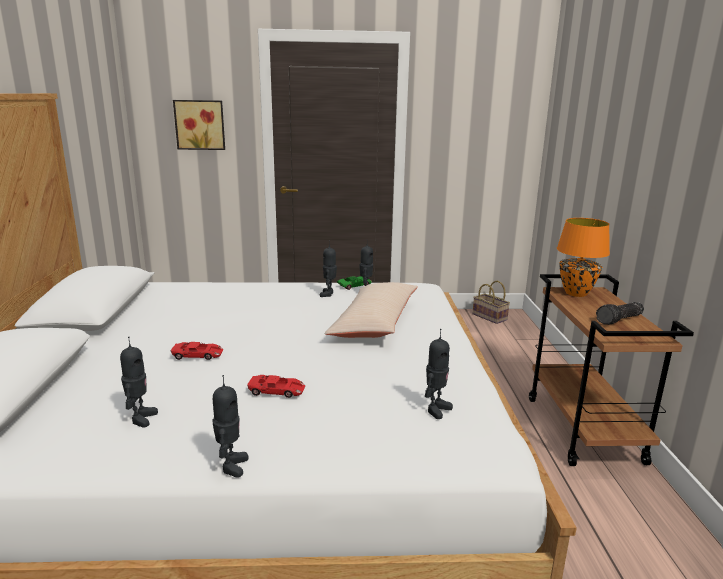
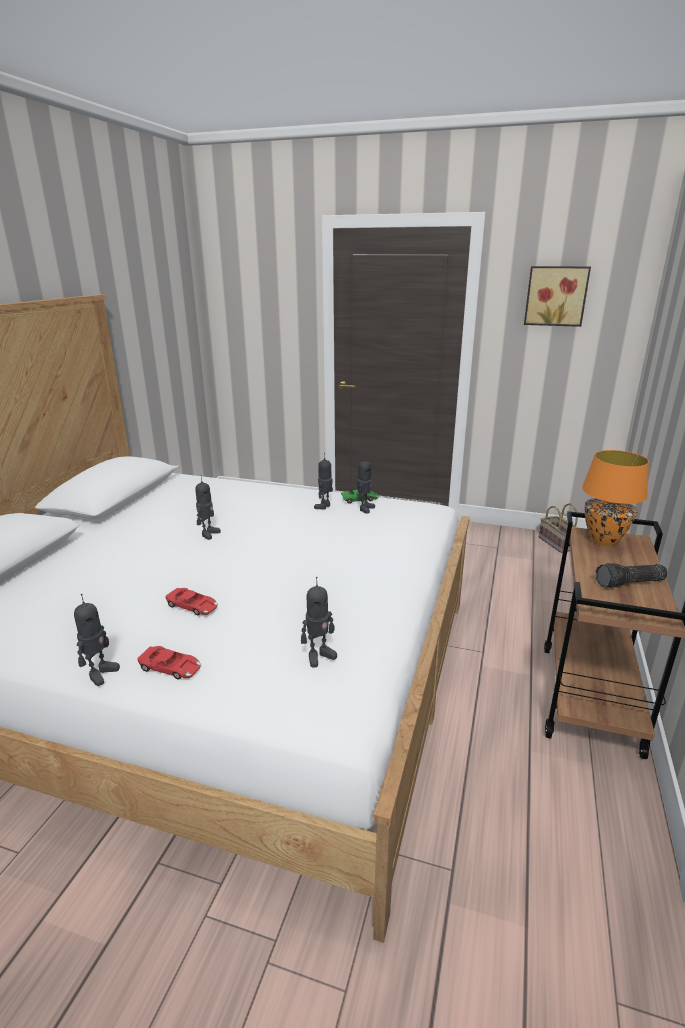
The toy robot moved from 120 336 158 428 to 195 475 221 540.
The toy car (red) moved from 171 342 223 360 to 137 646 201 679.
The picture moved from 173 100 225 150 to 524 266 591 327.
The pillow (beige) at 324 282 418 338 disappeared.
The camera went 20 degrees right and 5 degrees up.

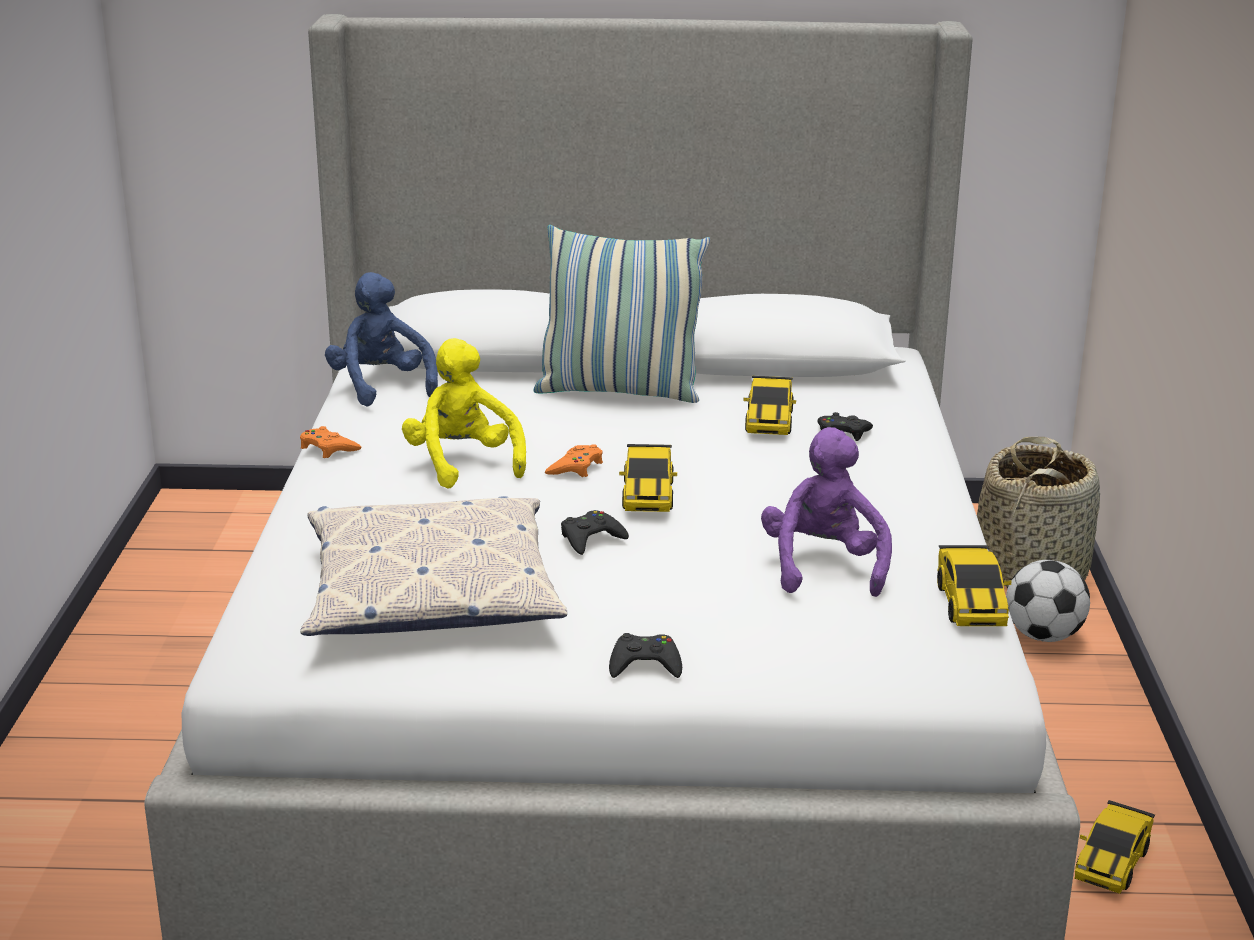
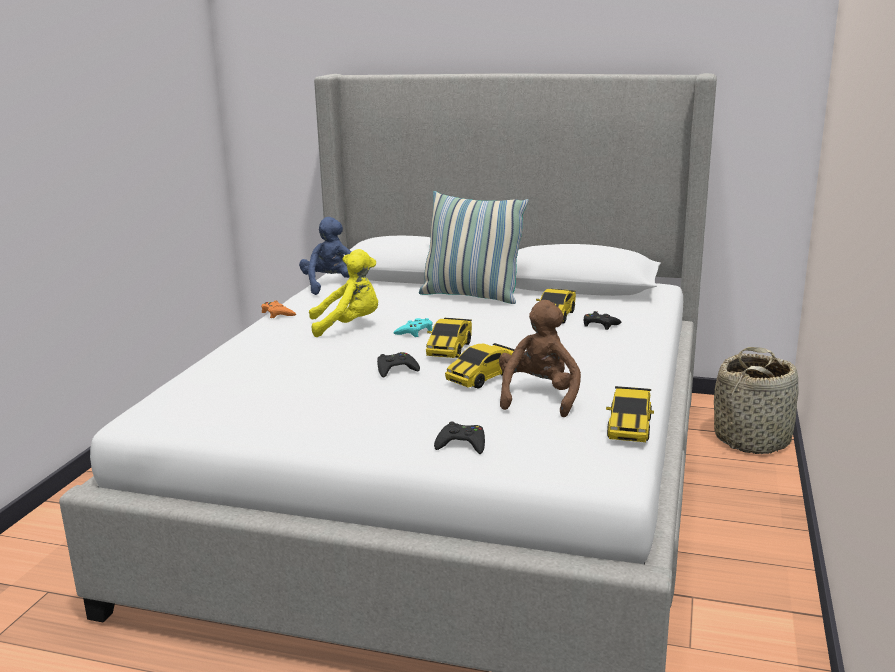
The pillow at 300 496 567 636 disappeared.
The plush toy (yellow) at 402 338 526 489 turned 90 degrees clockwise.
The game controller (orange) at 545 444 603 477 became the game controller (turquoise) at 393 318 433 337.
The game controller (black) moved from 609 633 682 678 to 434 422 485 454.
The plush toy (purple) at 761 427 892 597 became the plush toy (brown) at 499 300 581 418.
The football at 1006 560 1090 642 disappeared.
The toy car moved from 1074 800 1155 894 to 445 343 515 388.
The camera went 15 degrees right and 5 degrees down.

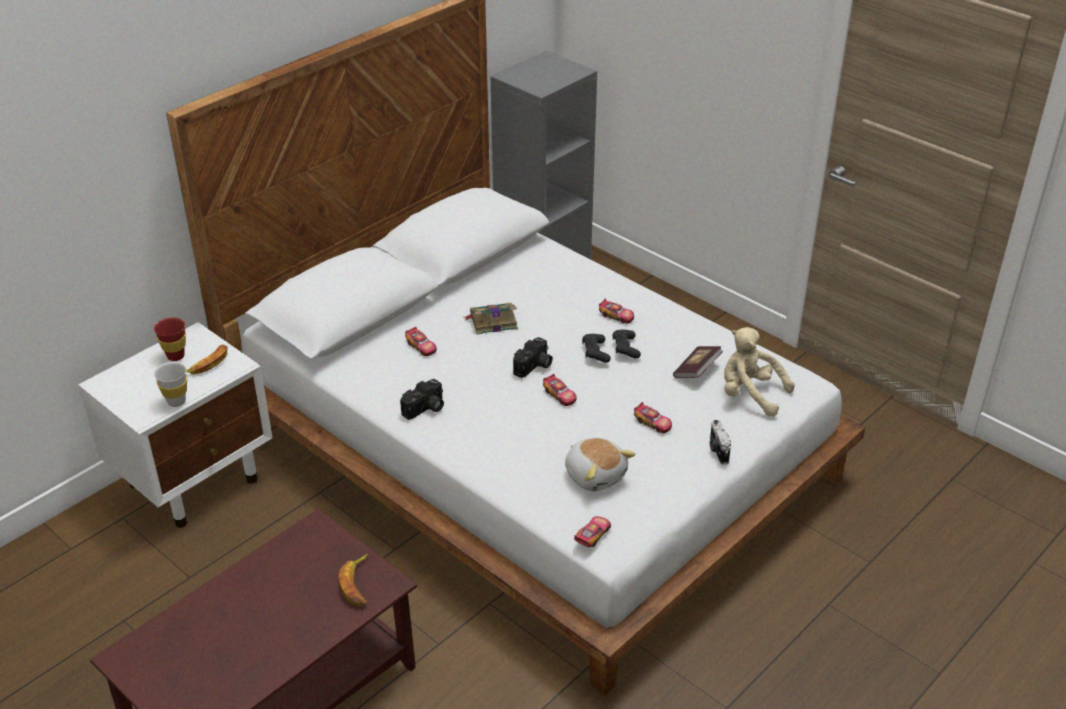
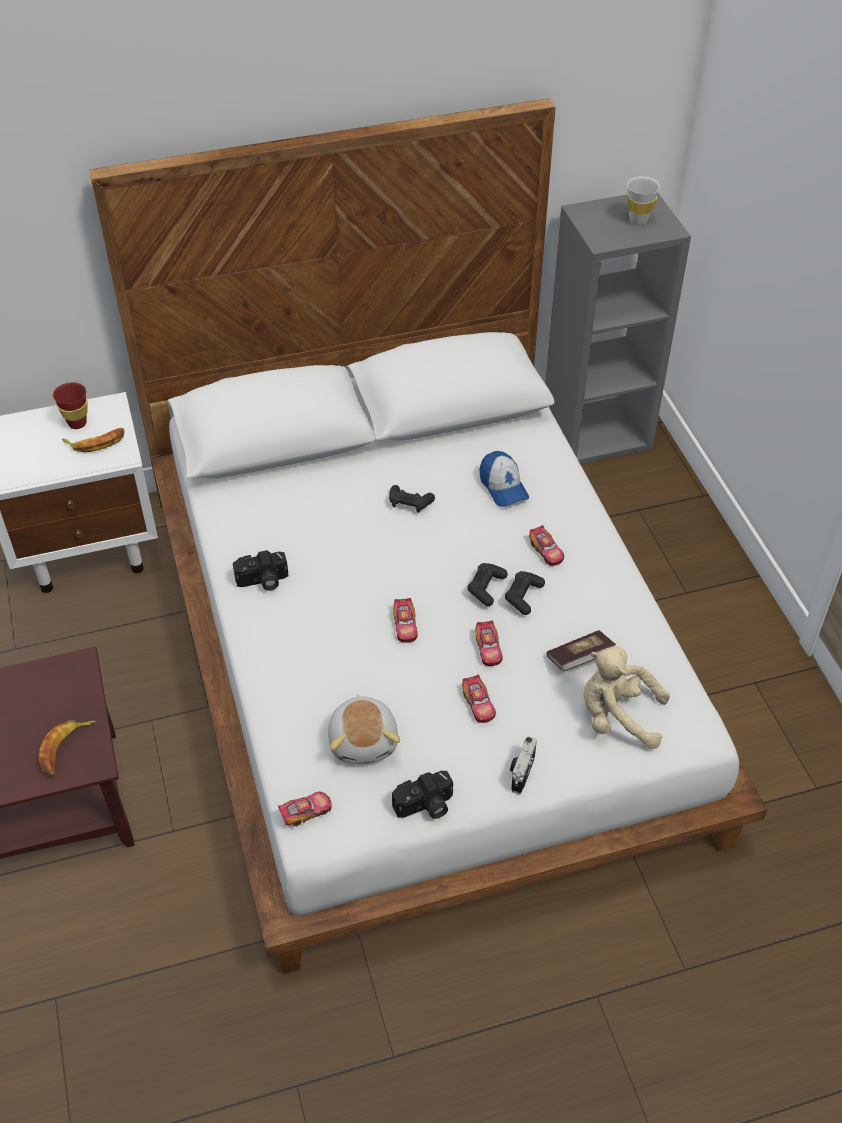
The cup (white) moved from 154 362 187 407 to 627 176 660 225.
The toy car moved from 405 327 437 356 to 475 621 503 666.
The book at 464 302 518 334 was replaced by the game controller (black) at 389 485 435 513.
The photo camera moved from 513 337 553 378 to 392 771 453 819.
The plush toy (beige) at 724 327 795 417 turned 45 degrees counterclockwise.
The cap at 480 451 529 507 appeared.
The camera went 30 degrees right and 10 degrees up.

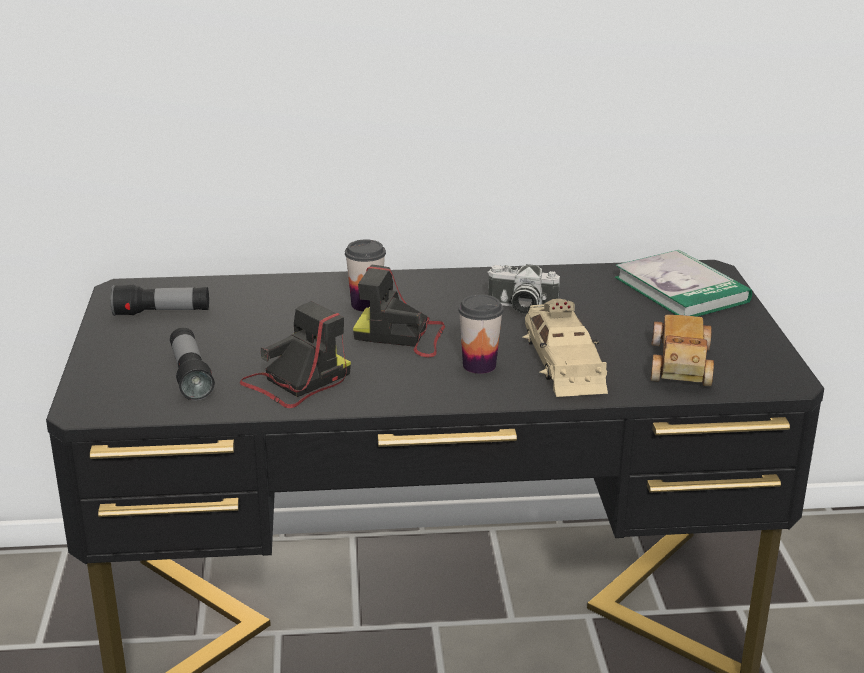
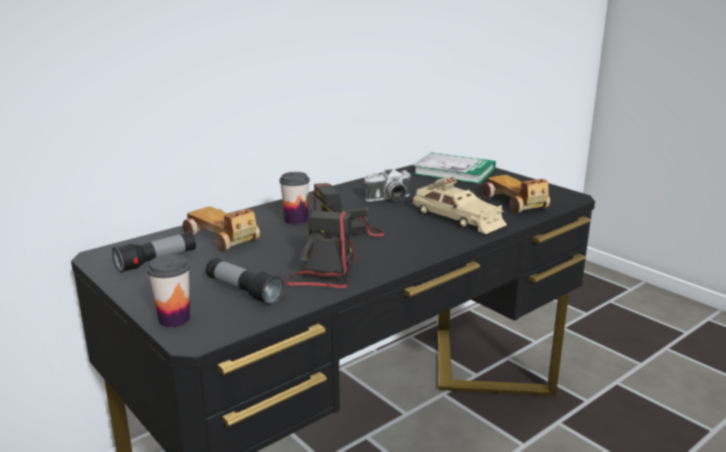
The cup moved from 458 294 503 374 to 147 254 190 327.
The toy car at 183 206 260 252 appeared.
The camera went 35 degrees left and 5 degrees down.

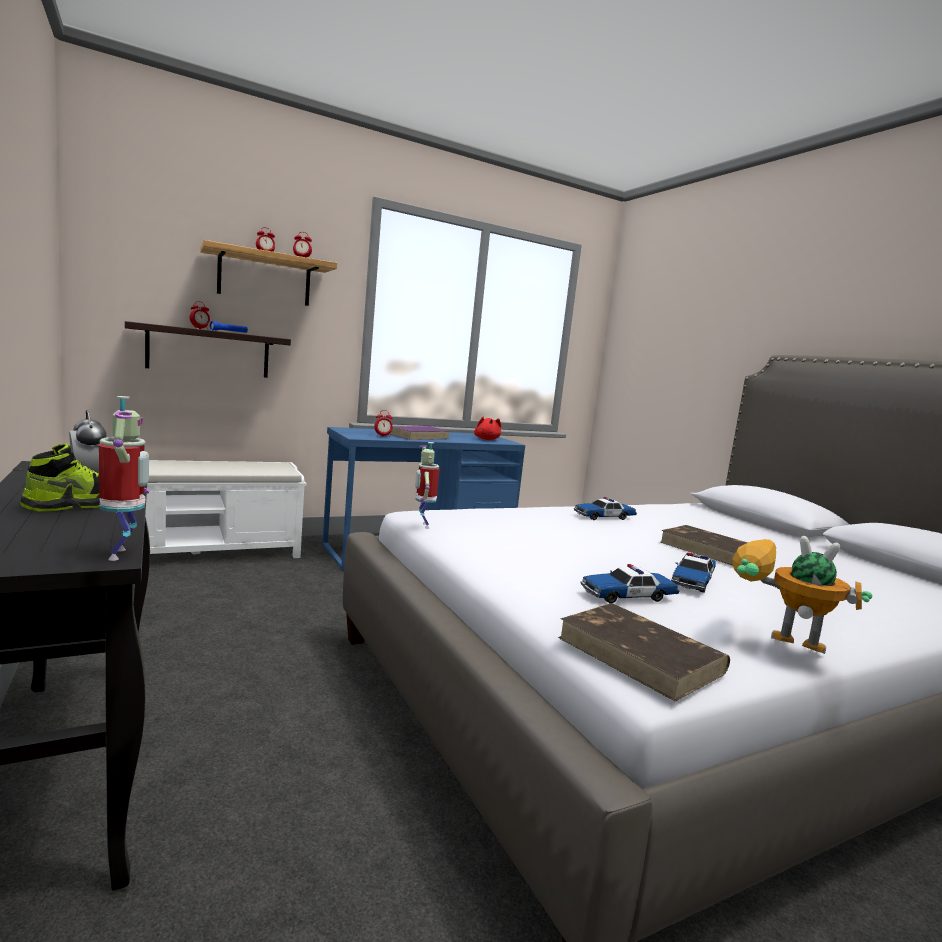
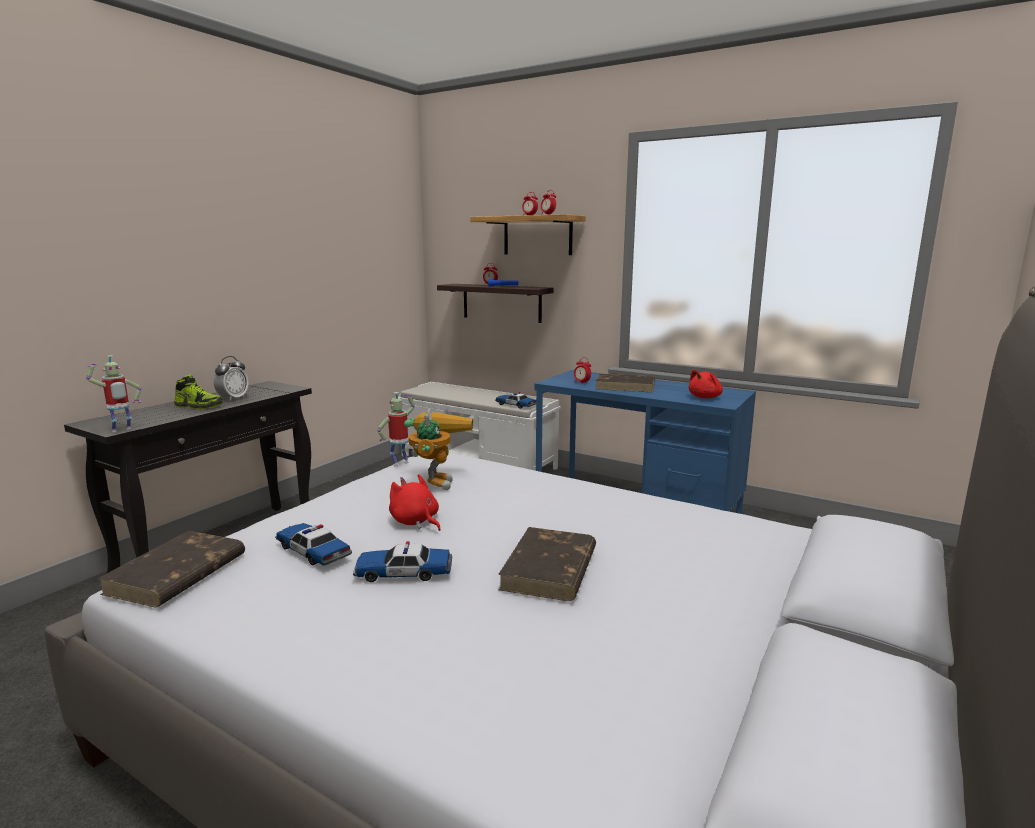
The book (purple) at 389 426 449 440 became the book (brown) at 595 374 655 392.
The toy car moved from 574 497 637 520 to 495 392 536 409.
The toy robot moved from 732 536 872 654 to 404 409 473 490.
The plush toy (red) at 389 474 441 531 appeared.
The camera went 60 degrees right and 5 degrees up.

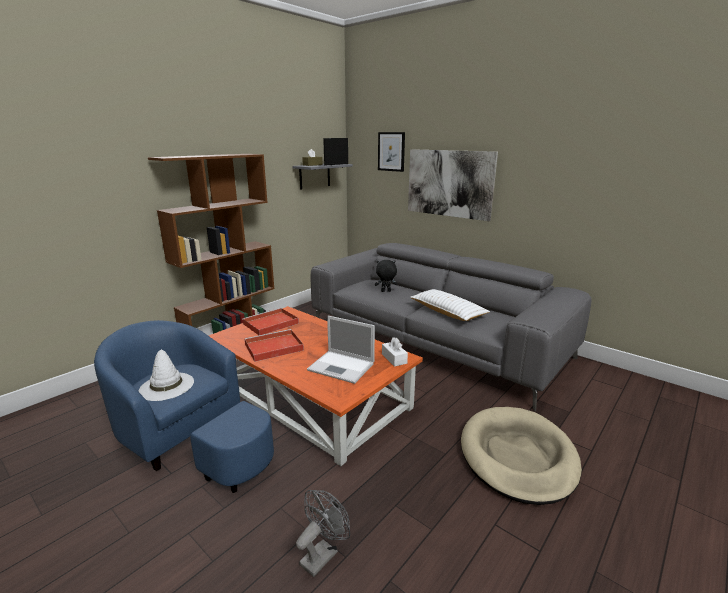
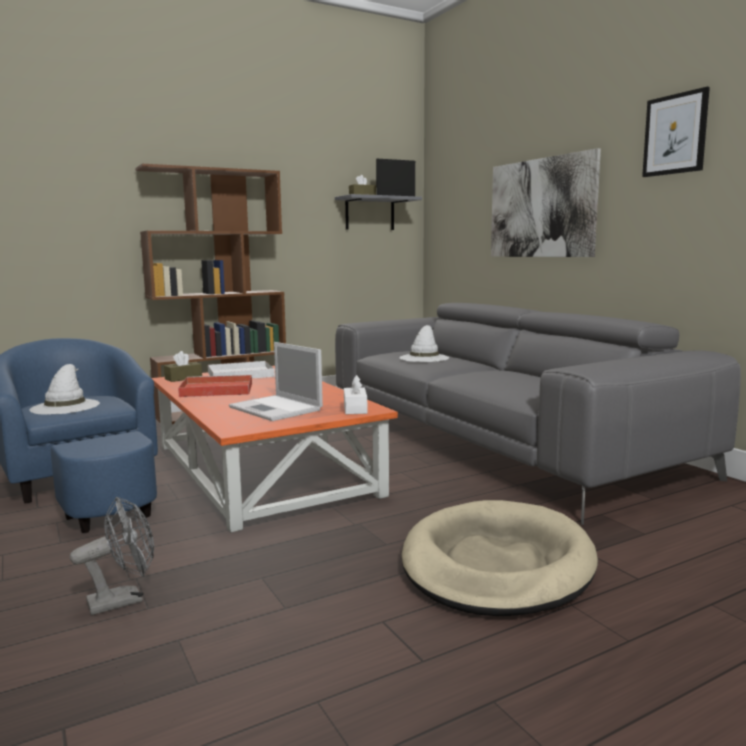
The tray (red) at 242 308 299 335 became the tray (white) at 208 361 275 378.
The plush toy (black) at 375 260 398 292 was replaced by the hat (white) at 399 325 449 362.
The picture moved from 378 132 405 172 to 642 87 710 177.
The pillow (white) at 410 289 490 321 disappeared.
The tissue box (brown) at 164 351 202 382 appeared.
The camera went 20 degrees right and 10 degrees down.

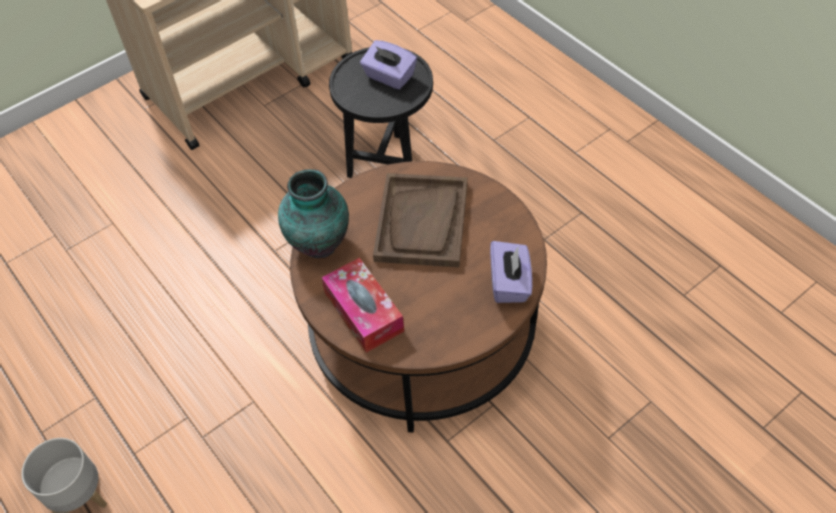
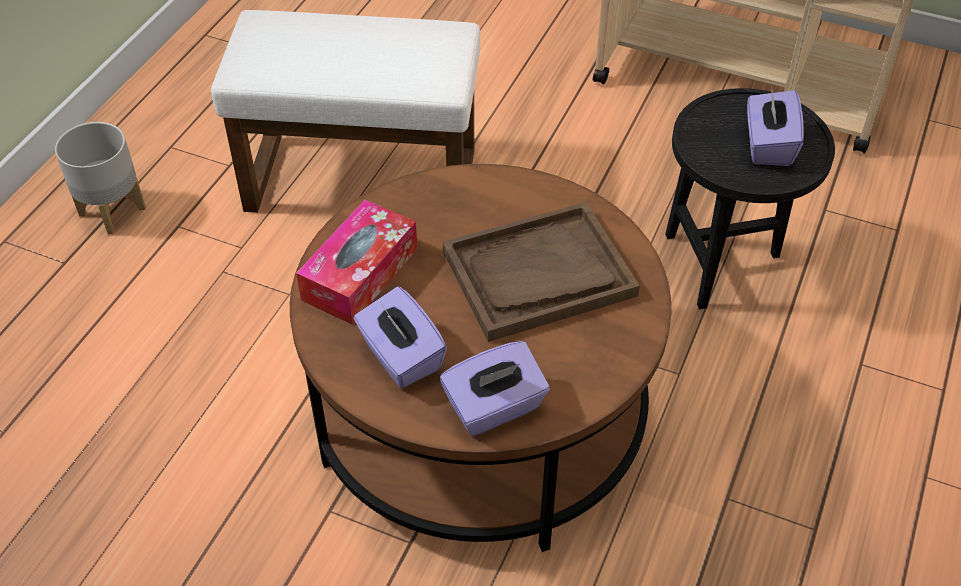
The vase at 278 169 349 258 disappeared.
The ottoman (white) at 211 10 480 213 appeared.
The tissue box (purple) at 354 287 447 388 appeared.
The camera went 60 degrees right and 5 degrees down.

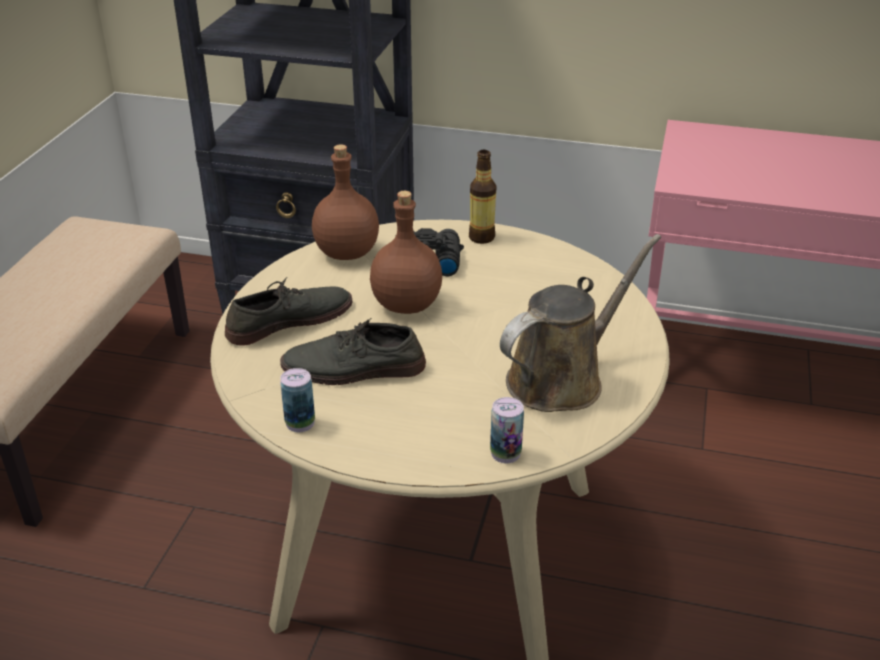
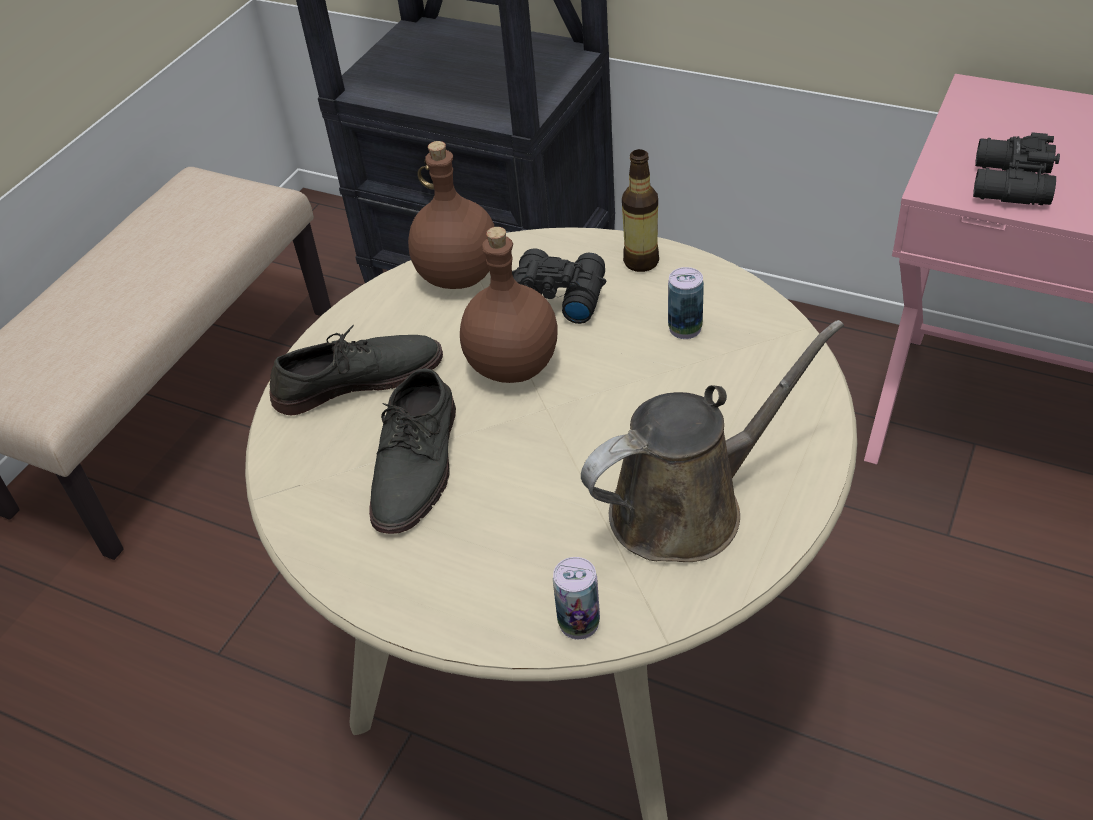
The shoe (grey) at 280 318 426 385 turned 90 degrees counterclockwise.
The can moved from 280 368 315 432 to 668 267 704 339.
The binoculars (black) at 973 132 1060 205 appeared.
The camera went 15 degrees right and 10 degrees up.

